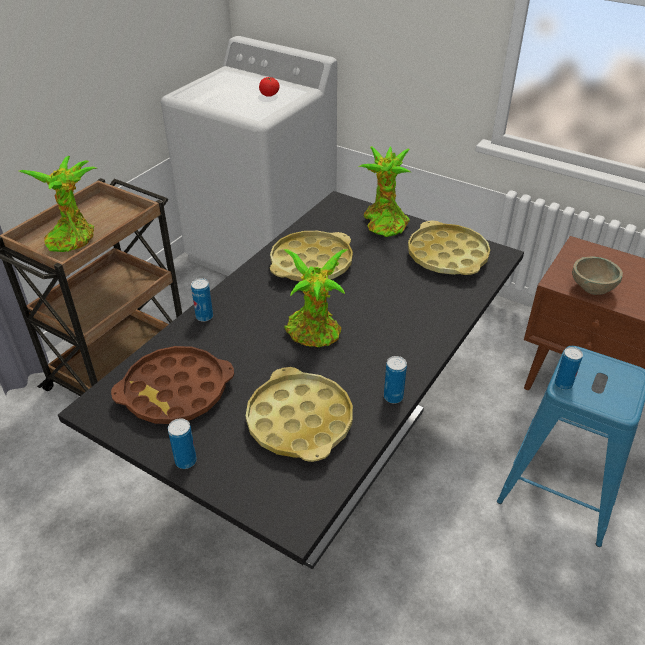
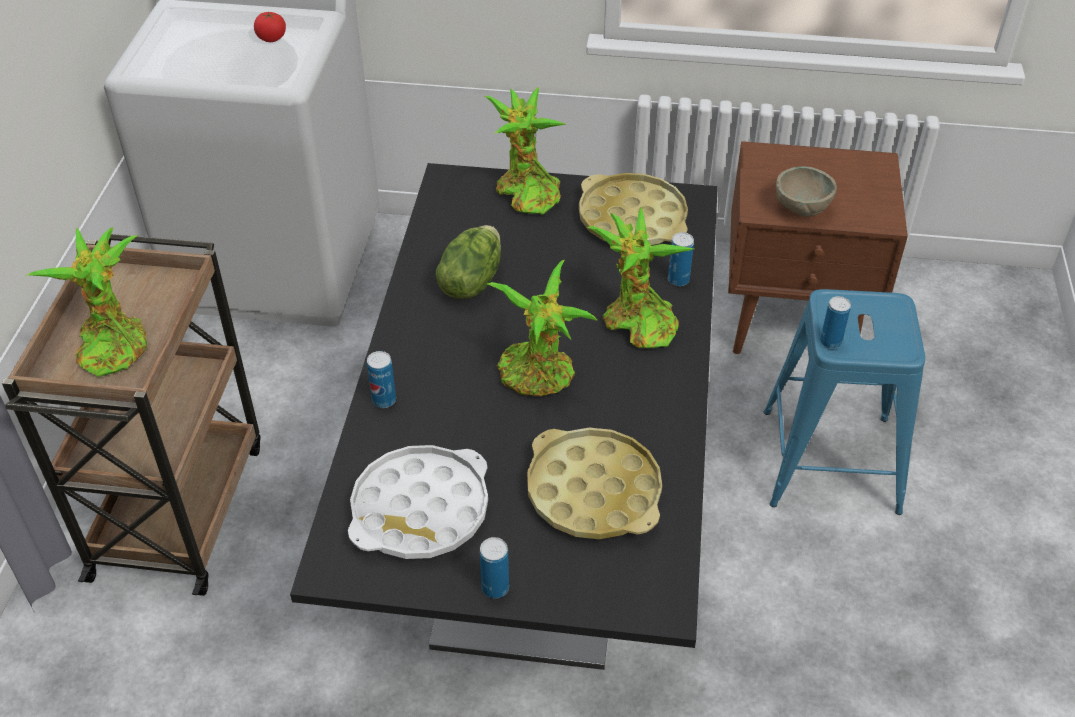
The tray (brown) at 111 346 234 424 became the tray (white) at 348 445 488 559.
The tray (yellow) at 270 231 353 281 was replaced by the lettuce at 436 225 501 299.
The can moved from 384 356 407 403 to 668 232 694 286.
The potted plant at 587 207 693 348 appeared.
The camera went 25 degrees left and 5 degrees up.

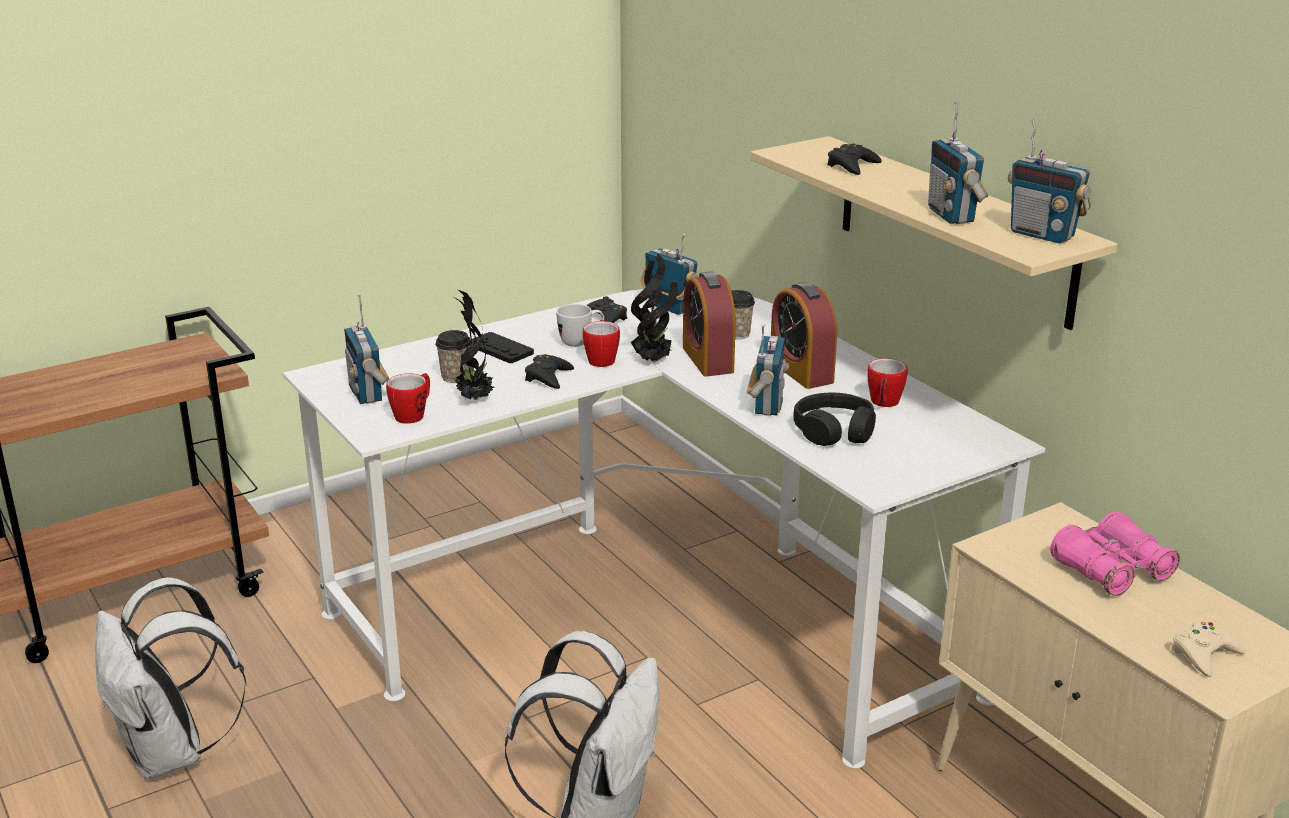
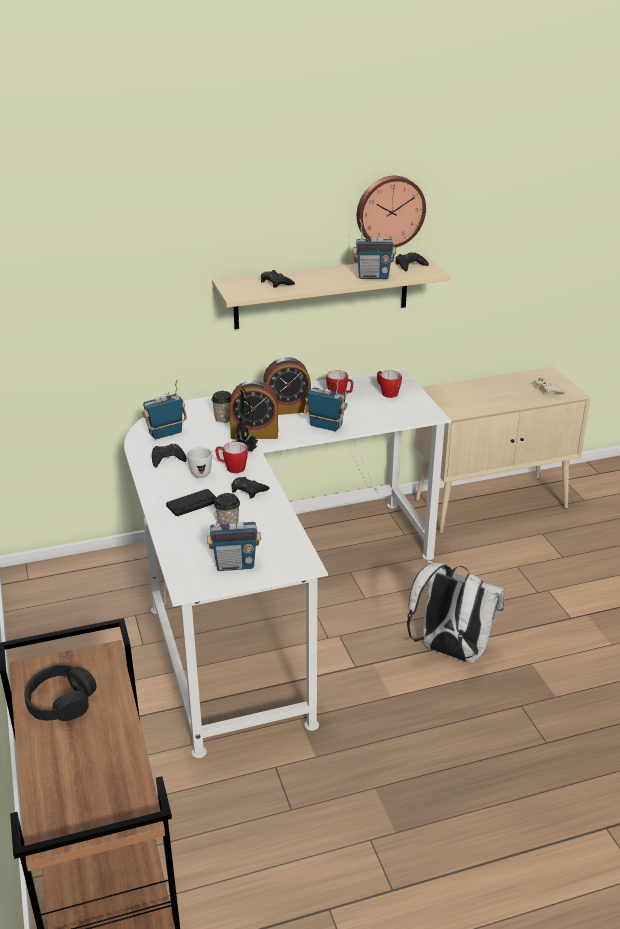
The backpack (white) at 95 577 246 780 disappeared.
The mug moved from 386 373 430 424 to 377 370 402 398.
The potted plant at 453 289 494 400 disappeared.
The headphones (black) moved from 793 393 876 446 to 24 664 97 721.
The radio at 1008 119 1091 244 was replaced by the game controller (black) at 396 252 429 271.
The binoculars (pink) at 1050 511 1180 596 disappeared.
The wall clock at 357 176 426 248 appeared.
The camera went 75 degrees left and 5 degrees up.

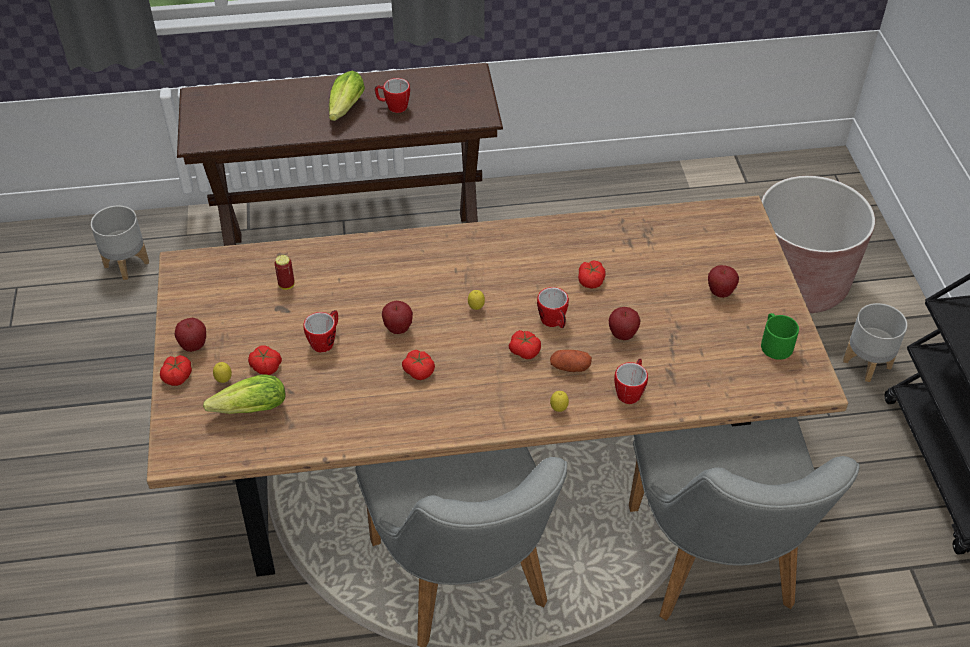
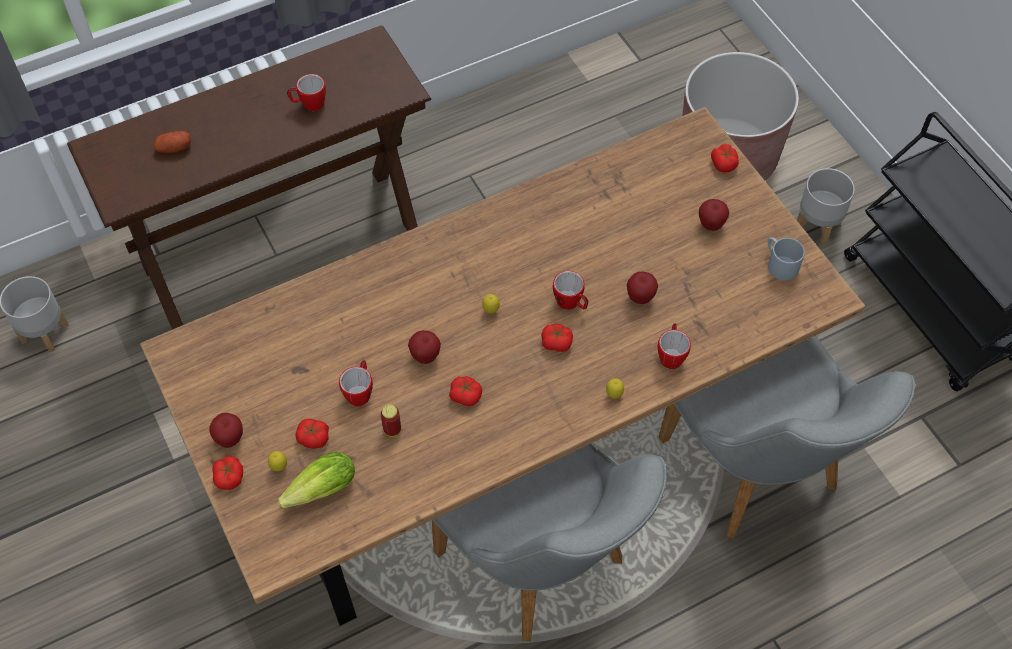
The can moved from 274 255 295 290 to 381 404 401 437.
The lettuce at 329 71 365 121 disappeared.
The potato moved from 550 350 592 372 to 153 131 191 153.
The tomato moved from 578 260 606 289 to 711 144 739 172.
The mug (green) at 761 313 799 360 became the mug (grey) at 768 237 805 281.
The camera went 20 degrees left and 10 degrees up.

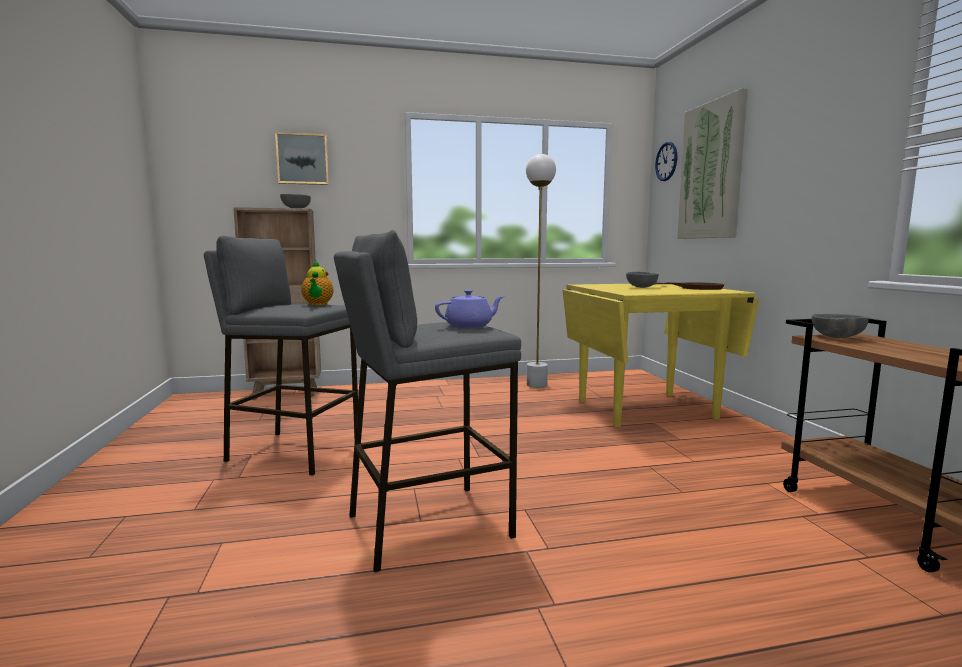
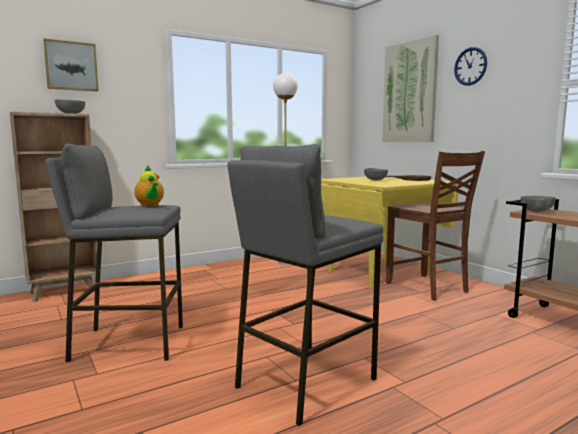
The teapot (purple) at 435 290 505 328 disappeared.
The wall clock moved from 655 142 677 181 to 454 47 487 86.
The chair (brown) at 386 151 485 301 appeared.
The camera went 20 degrees left and 0 degrees up.

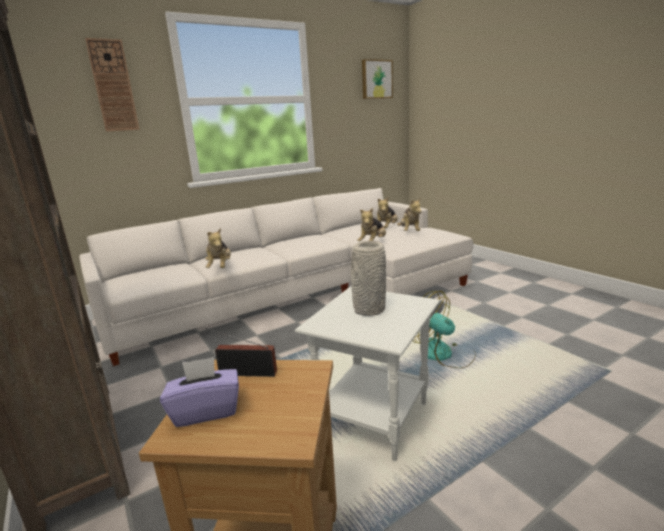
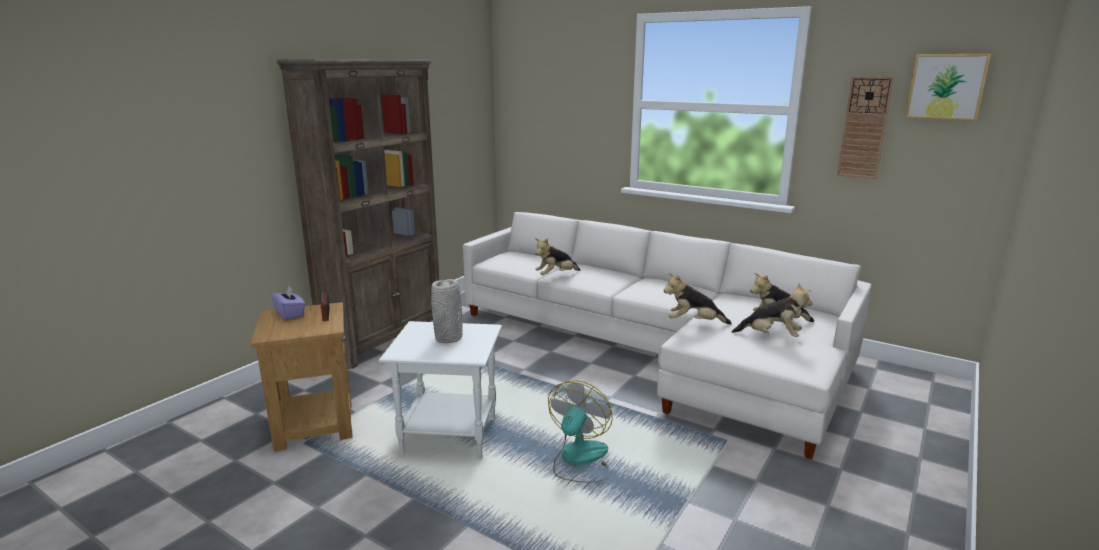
The wall clock moved from 85 38 140 132 to 837 76 894 179.
The plush toy at 397 197 422 231 turned 135 degrees counterclockwise.
The camera went 65 degrees right and 0 degrees up.

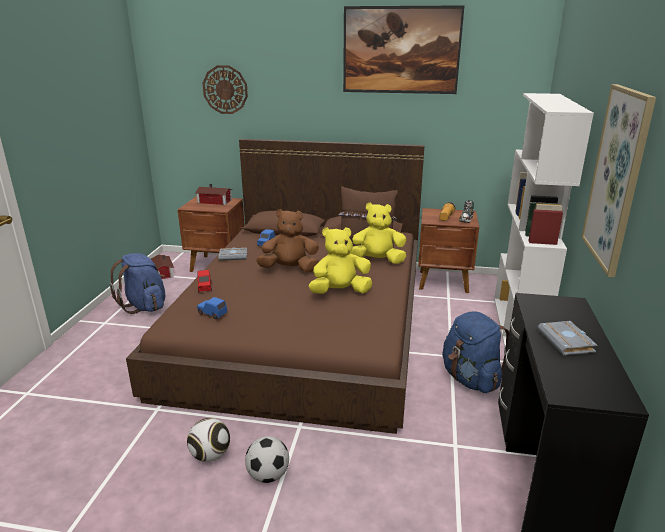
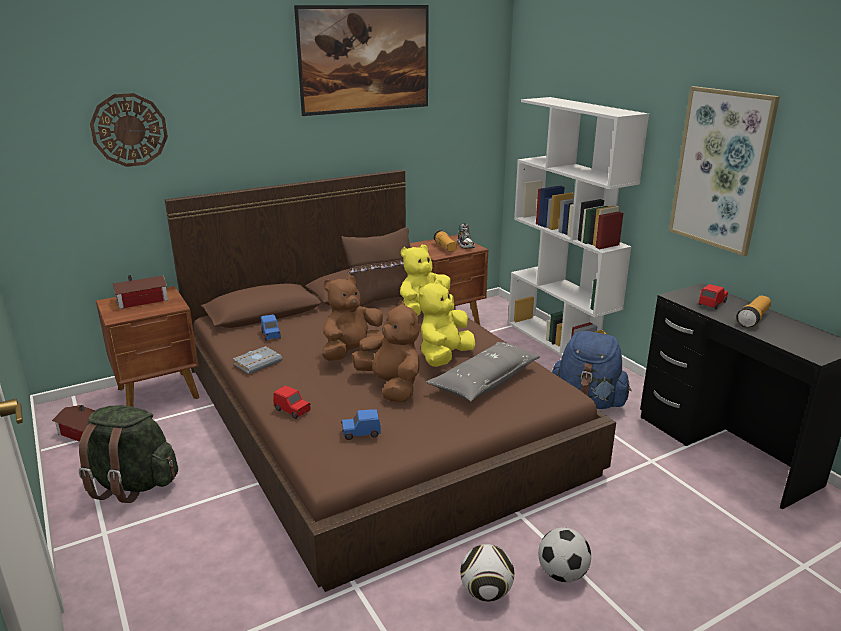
The backpack (blue) at 109 253 165 314 became the backpack (green) at 79 405 178 503.
The book (grey) at 538 321 598 355 was replaced by the flashlight at 736 296 771 328.
The plush toy (brown) at 351 300 420 402 appeared.
The pillow (grey) at 426 342 540 402 appeared.
The toy car (red) at 699 284 728 309 appeared.
The camera went 40 degrees left and 0 degrees up.

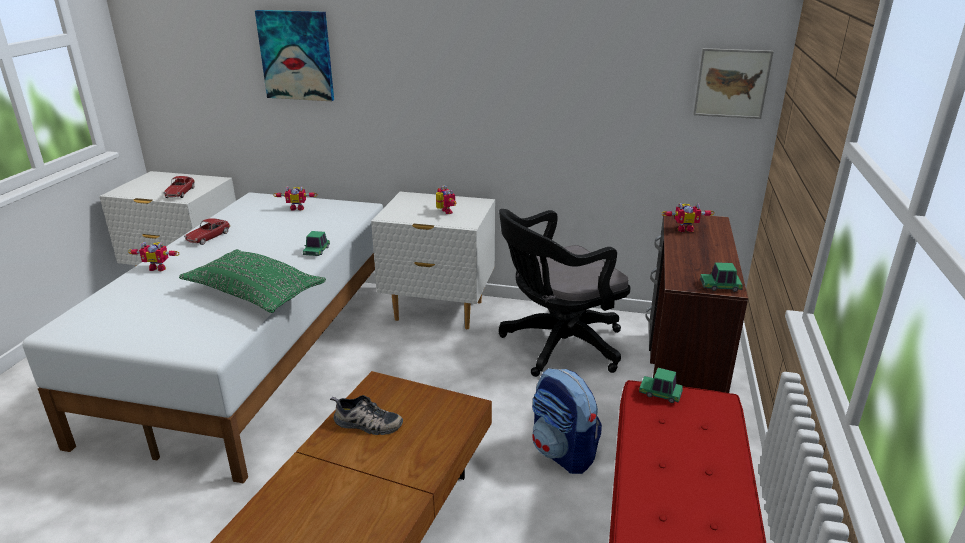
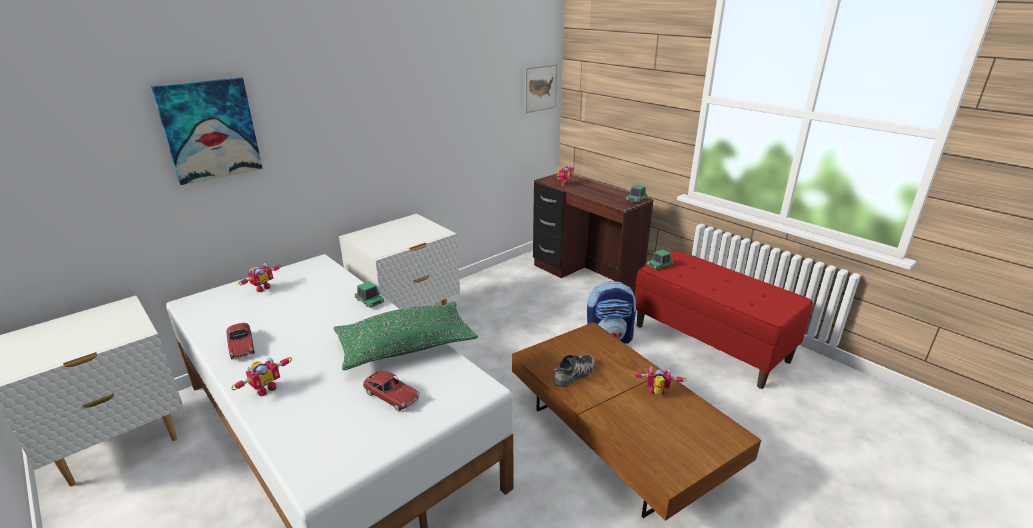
The toy car moved from 163 176 195 198 to 363 371 420 411.
The toy robot moved from 436 185 456 214 to 632 366 687 395.
The office chair (black) at 499 209 631 377 disappeared.
The camera went 55 degrees left and 0 degrees up.

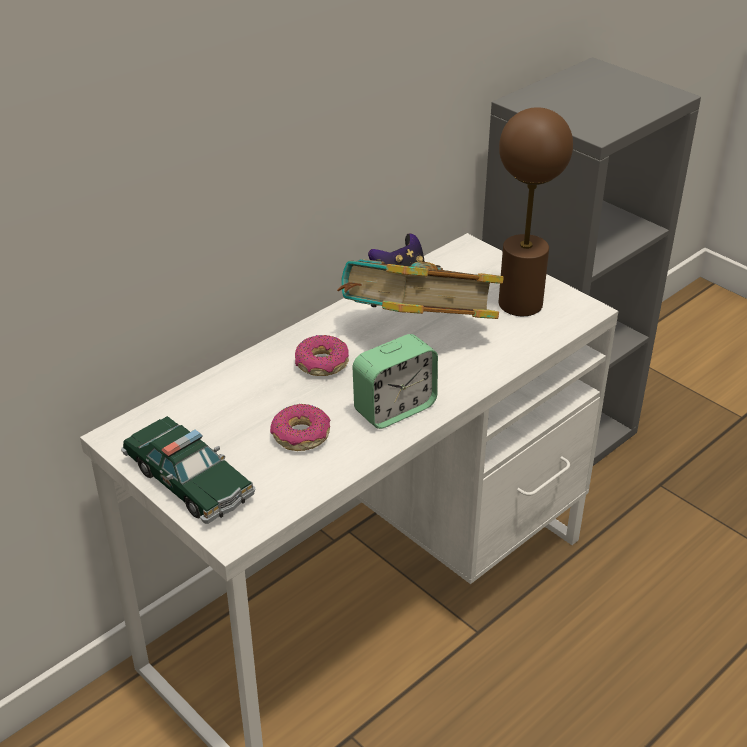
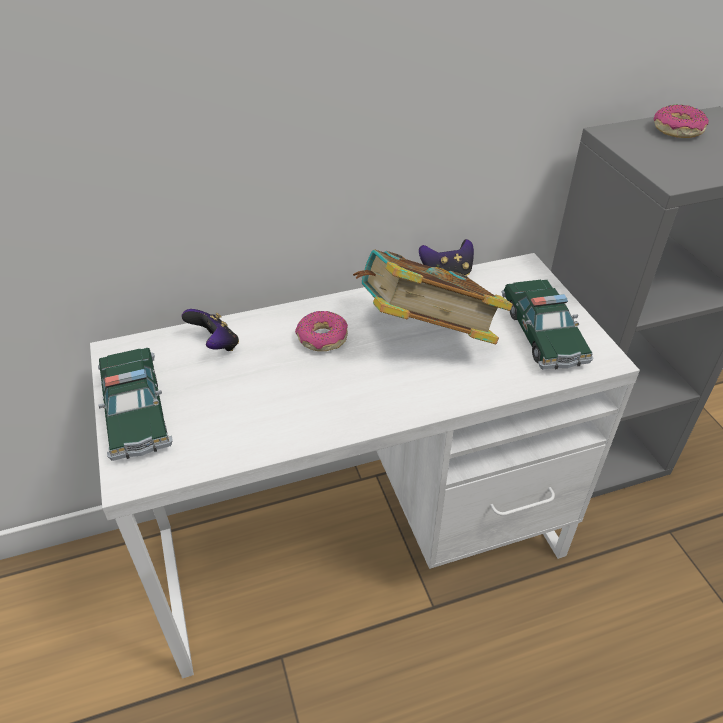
The donut moved from 270 404 331 451 to 654 105 709 138.
The alarm clock at 352 334 438 429 disappeared.
The table lamp (brown) at 499 107 573 316 was replaced by the toy car at 502 280 593 370.
The game controller at 181 309 239 351 appeared.
The camera went 25 degrees right and 5 degrees up.

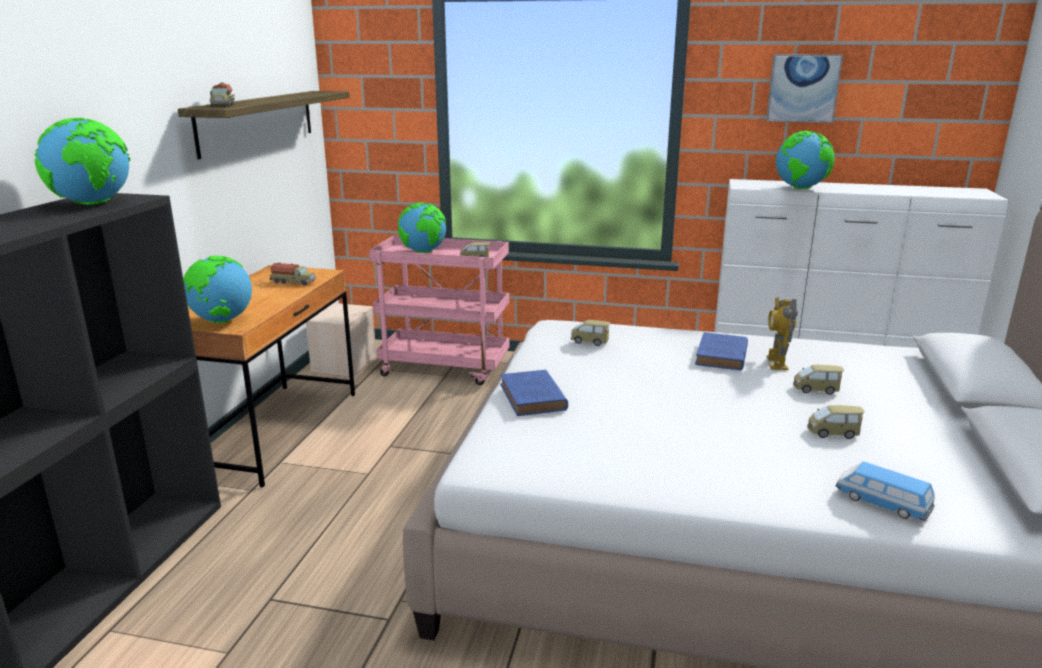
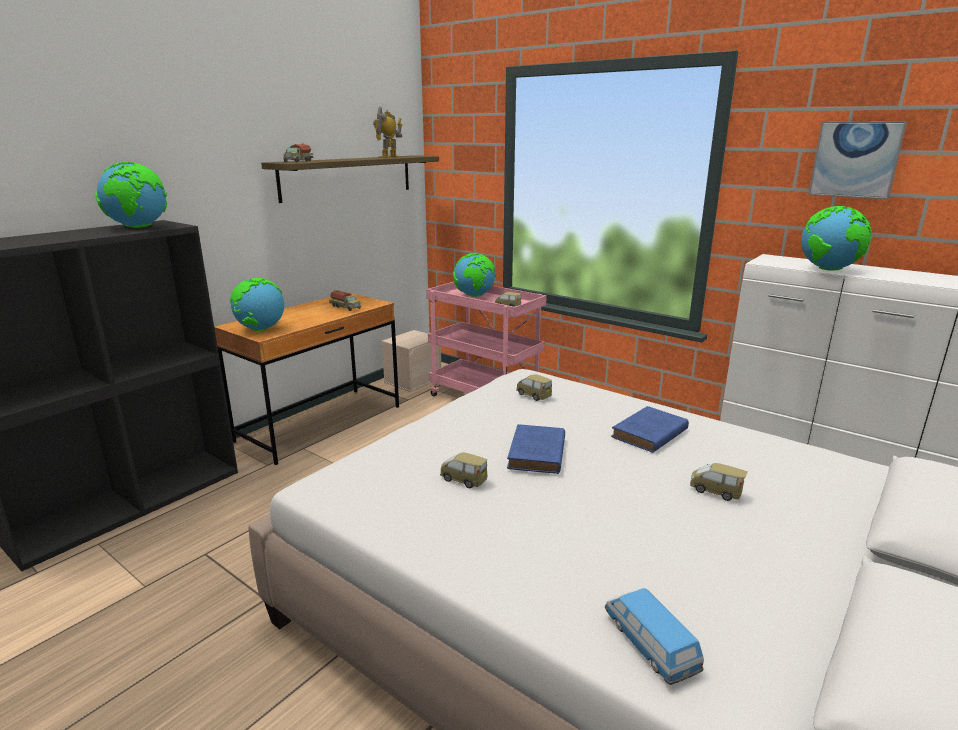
The book (blue) moved from 500 370 568 416 to 507 424 565 474.
The toy robot moved from 766 297 798 370 to 373 107 402 158.
The toy car moved from 807 405 865 439 to 440 452 487 488.
The camera went 25 degrees right and 0 degrees up.

